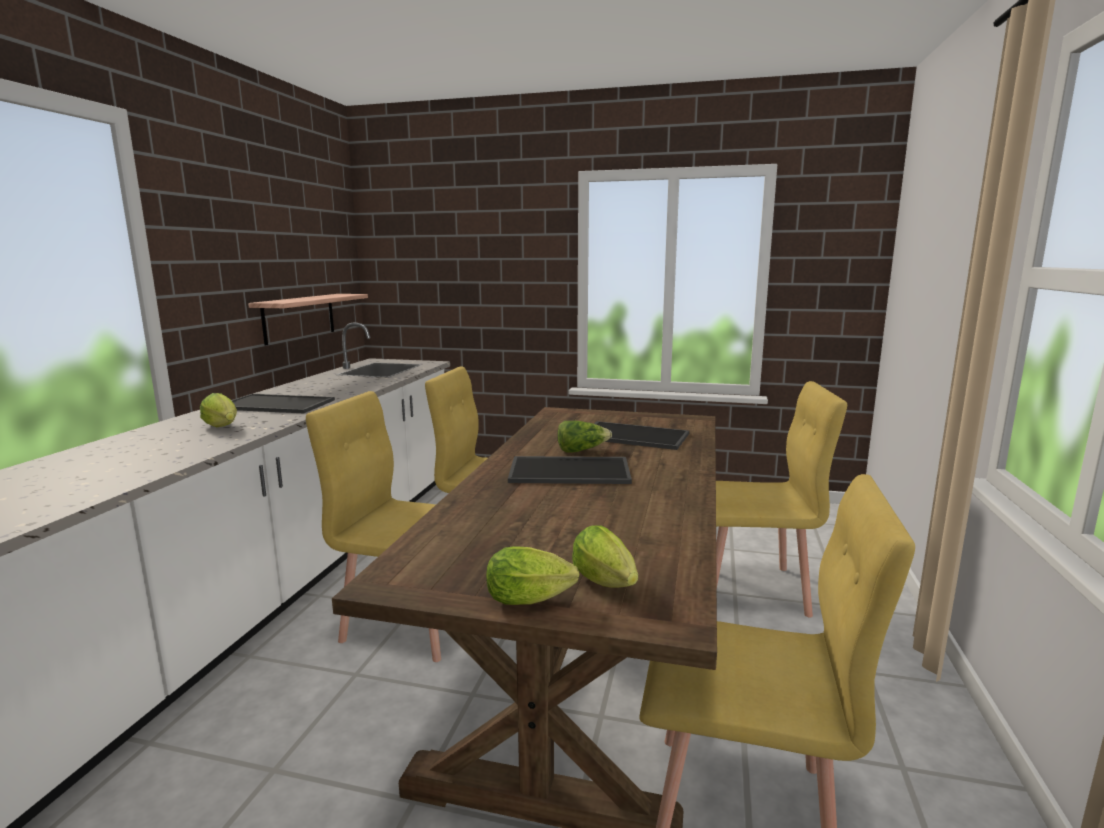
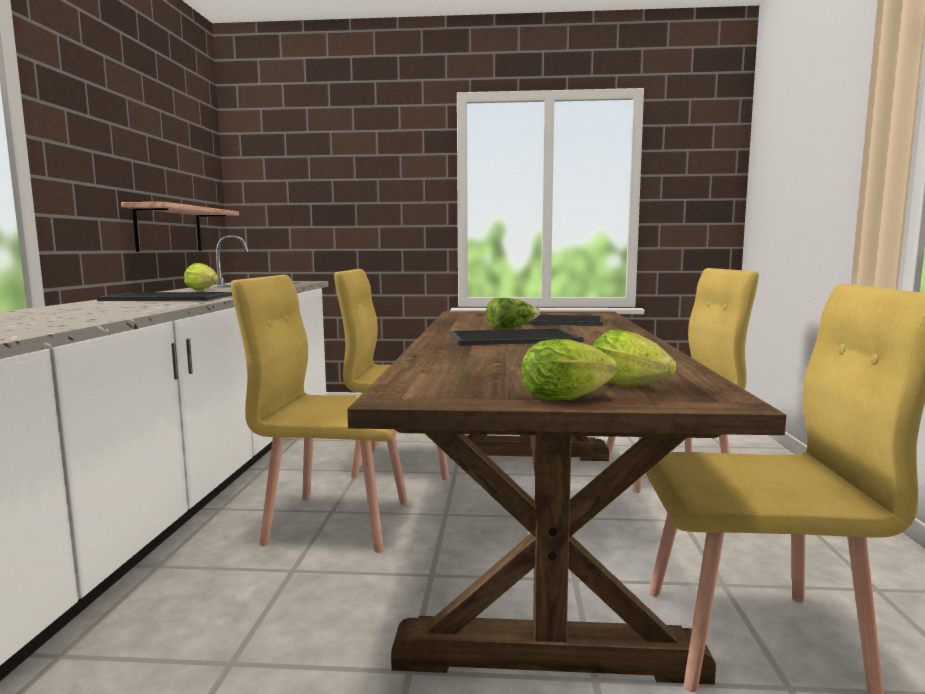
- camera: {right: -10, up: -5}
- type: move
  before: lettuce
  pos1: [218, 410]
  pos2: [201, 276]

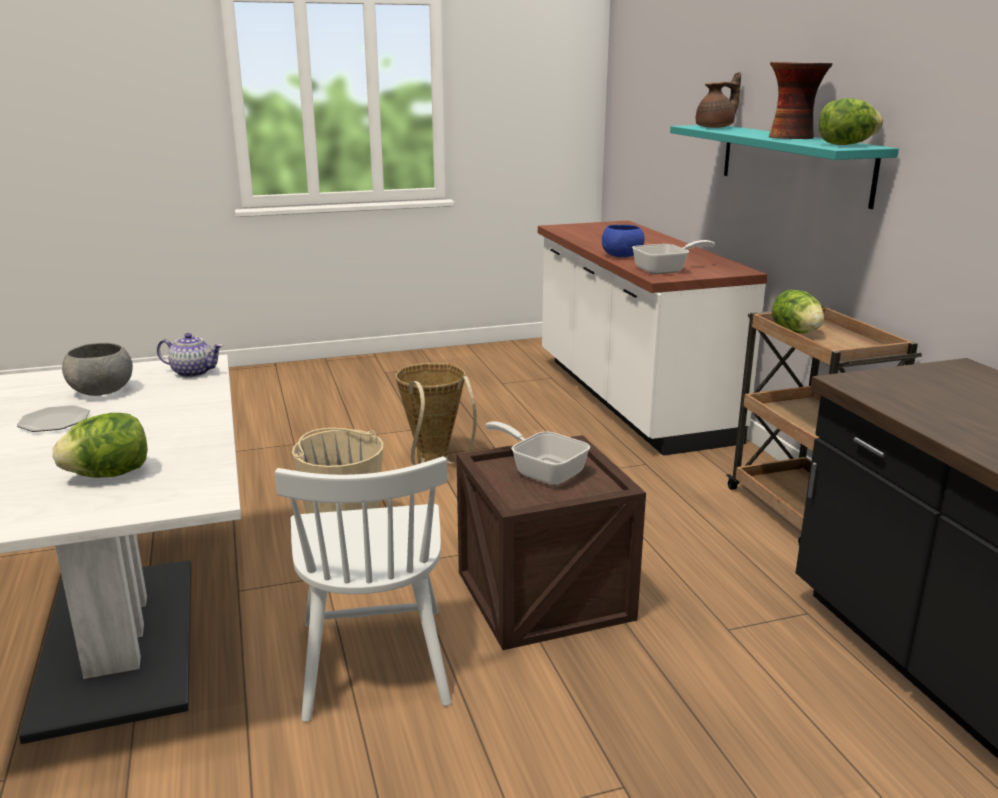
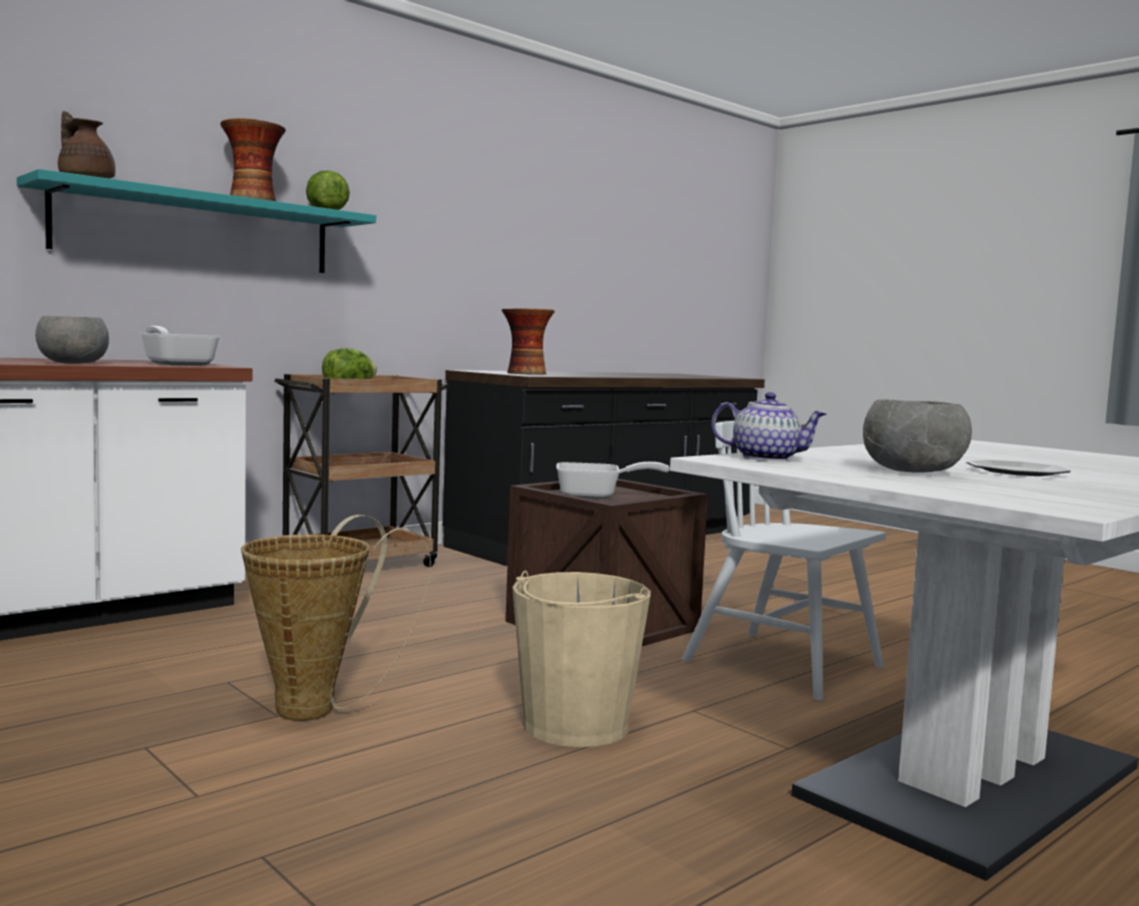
- camera: {right: -115, up: -15}
- type: recolor
  before: blue bowl
  after: greyish bowl
  pos1: [623, 241]
  pos2: [72, 340]
- type: rotate
  before: teapot
  pos1: [190, 355]
  pos2: [769, 426]
  turn: 120
- type: delete
  before: lettuce
  pos1: [100, 445]
- type: rotate
  before: skillet
  pos1: [537, 453]
  pos2: [613, 480]
  turn: -105
- type: rotate
  before: white plain chair
  pos1: [363, 589]
  pos2: [784, 561]
  turn: -105
- type: insert
  after: decorative vase
  pos2: [528, 341]

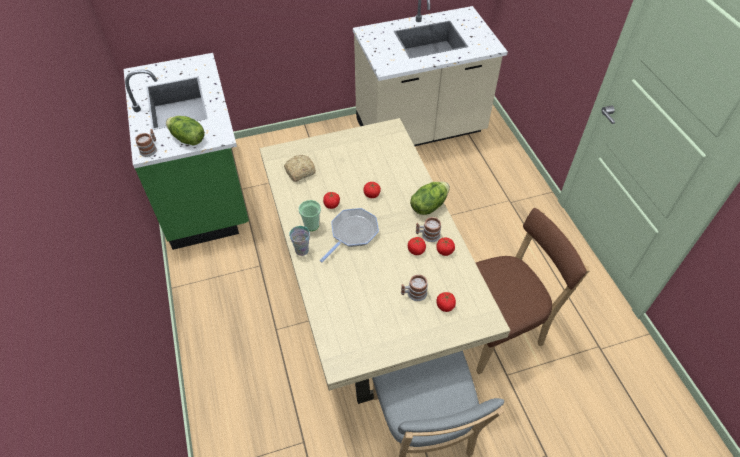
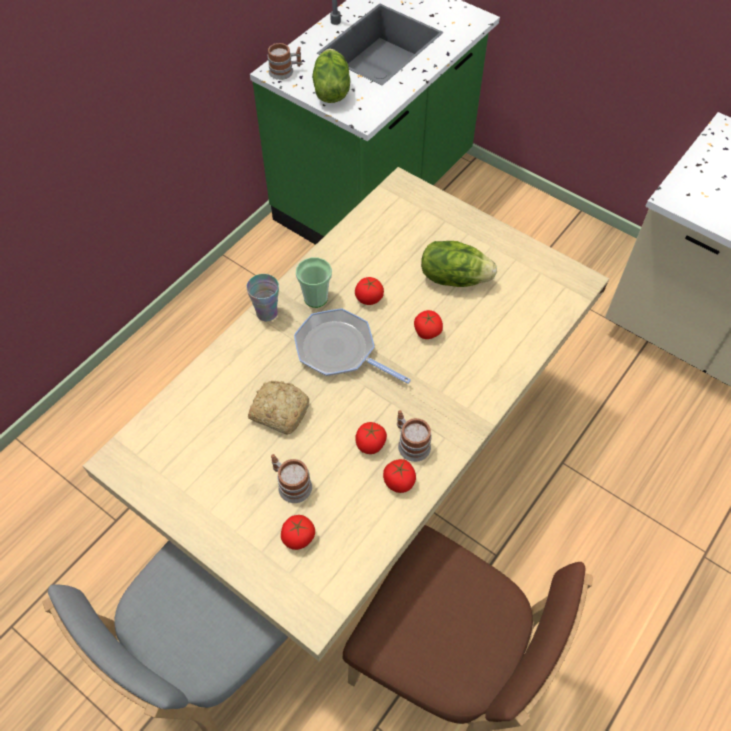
- camera: {right: 55, up: 5}
- type: move
  before: bread
  pos1: [300, 168]
  pos2: [278, 408]
- type: move
  before: lettuce
  pos1: [430, 198]
  pos2: [459, 264]
- type: rotate
  before: skillet
  pos1: [349, 235]
  pos2: [352, 346]
  turn: -150

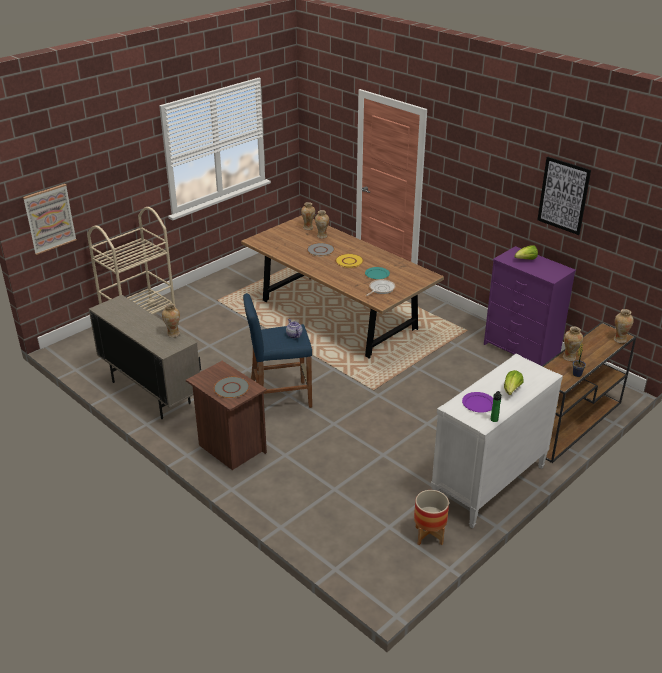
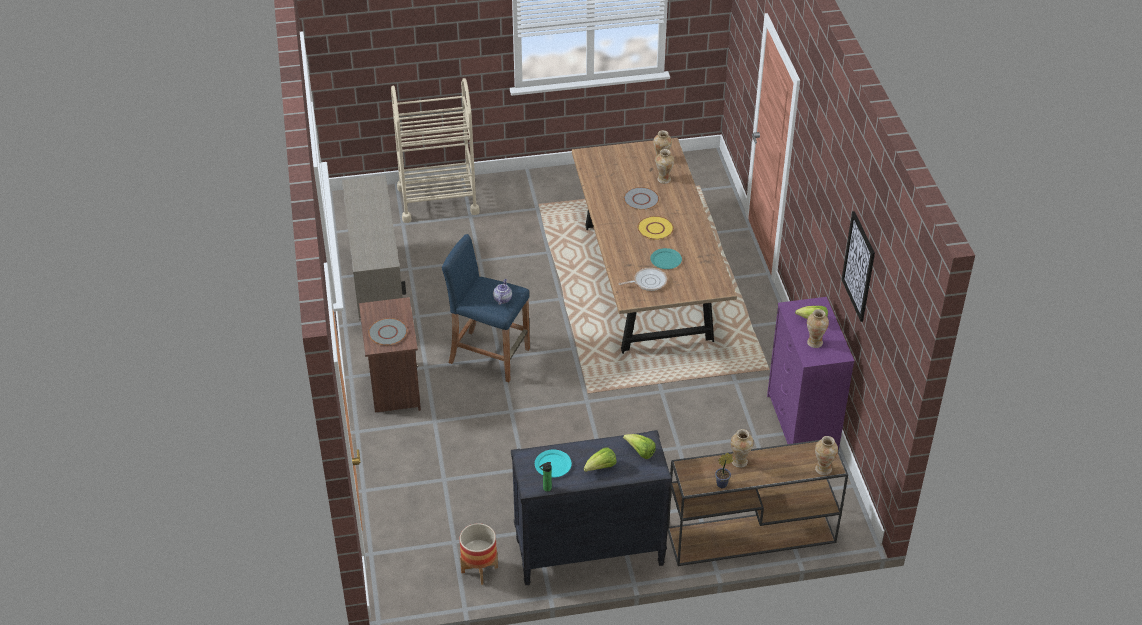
- camera: {right: 35, up: 10}
- type: delete
  before: picture
  pos1: [50, 219]
- type: move
  before: decorative vase
  pos1: [171, 321]
  pos2: [818, 328]
- type: recolor
  before: white dresser
  after: black dresser
  pos1: [497, 441]
  pos2: [591, 507]
- type: recolor
  before: purple-coloured flat dish
  after: turquoise-coloured flat dish
  pos1: [477, 402]
  pos2: [553, 464]
- type: insert
  after: lettuce
  pos2: [639, 446]

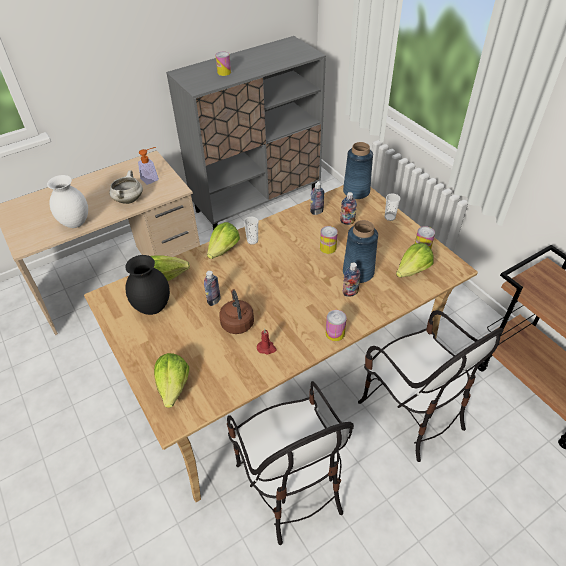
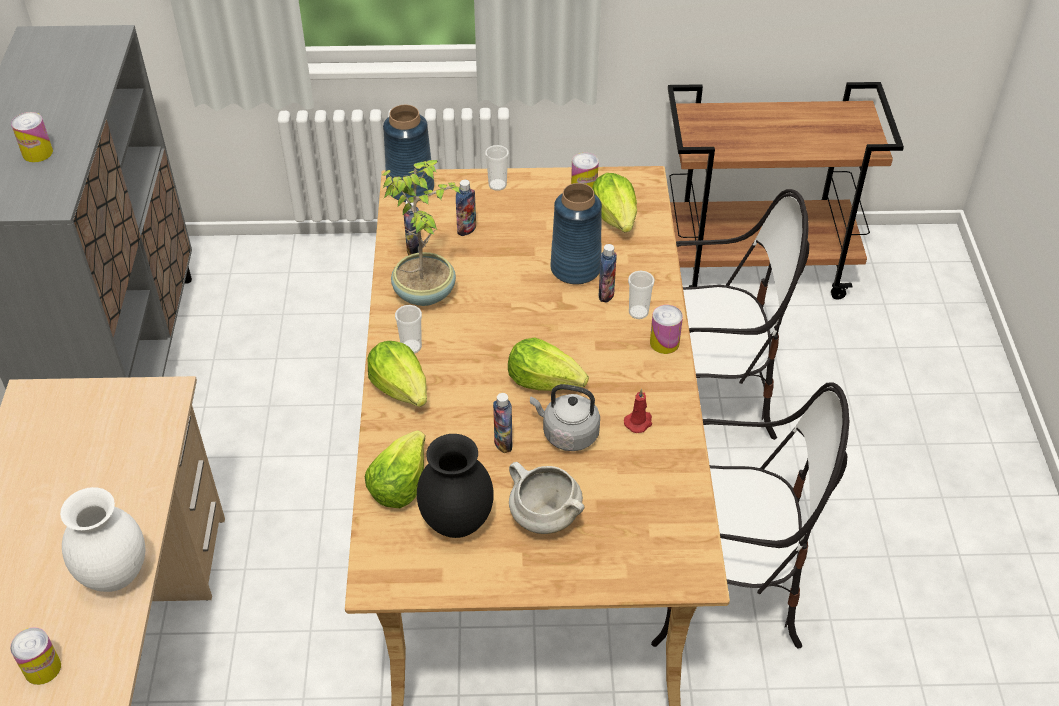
- camera: {right: -60, up: 0}
- type: delete
  before: soap dispenser
  pos1: [148, 166]
- type: move
  before: white cooking pot
  pos1: [126, 187]
  pos2: [546, 498]
- type: move
  before: sealed can
  pos1: [329, 240]
  pos2: [35, 656]
- type: recolor
  before: brown-coloured tea kettle
  after: greyish tea kettle
  pos1: [236, 311]
  pos2: [565, 417]
- type: move
  before: lettuce
  pos1: [171, 380]
  pos2: [548, 364]
- type: insert
  after: potted plant
  pos2: [422, 233]
- type: insert
  after: small cup
  pos2: [641, 295]

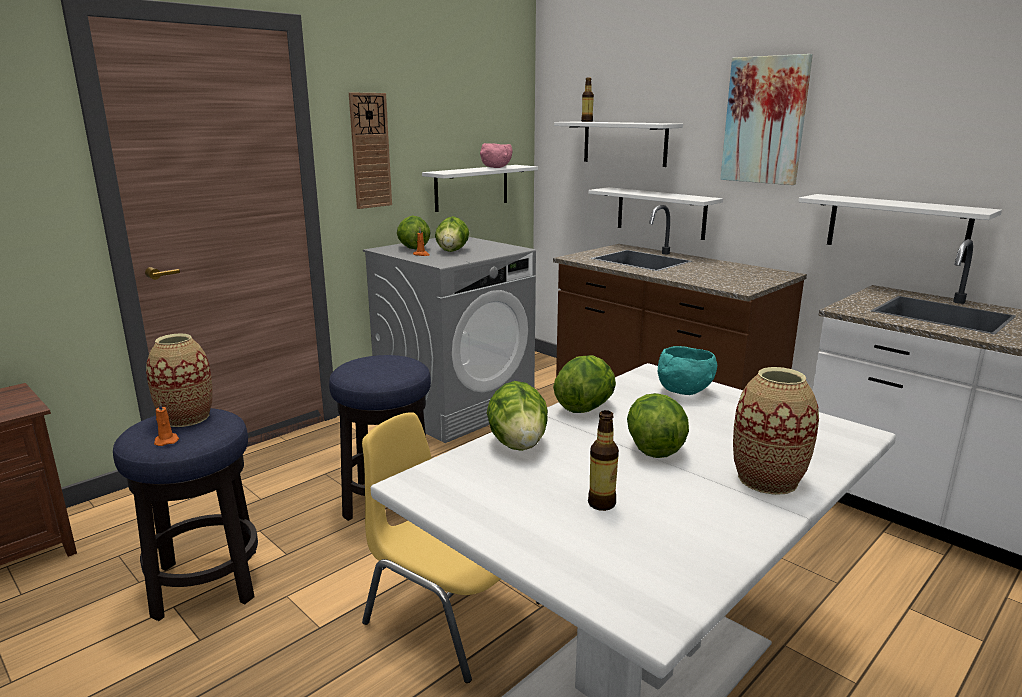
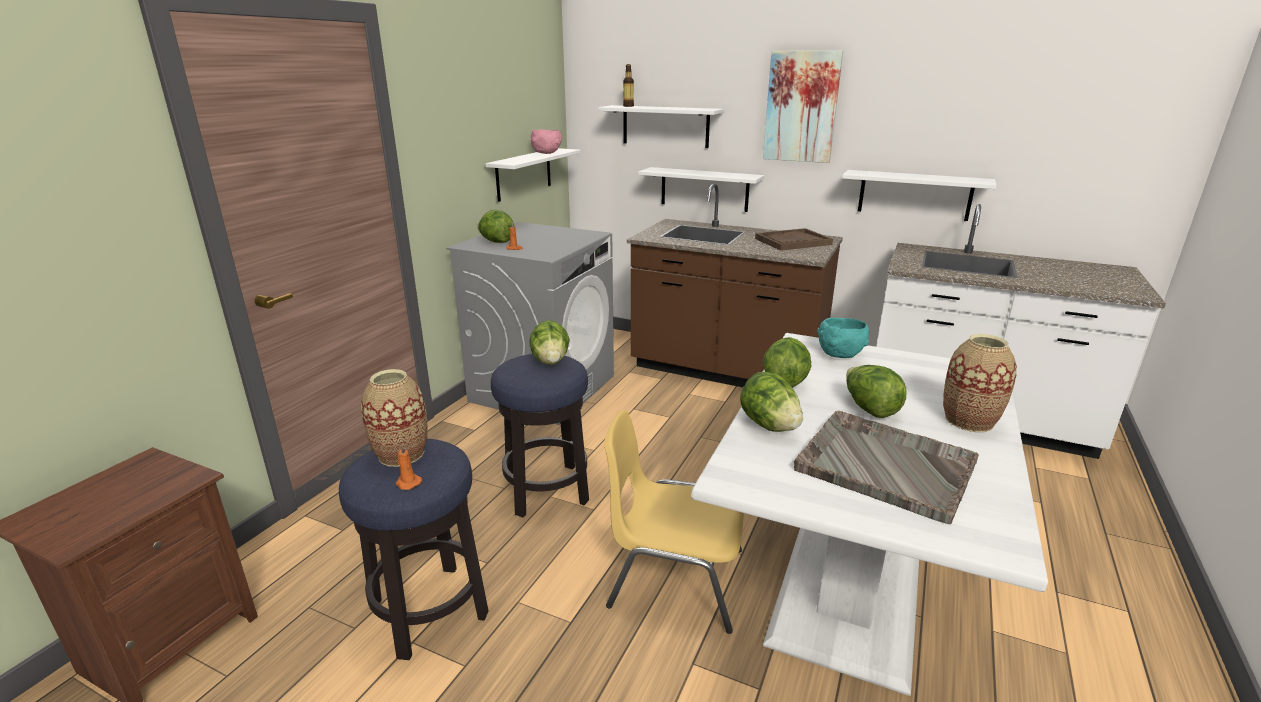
- camera: {right: -20, up: 5}
- type: delete
  before: clock on the wall
  pos1: [370, 150]
- type: move
  before: lettuce
  pos1: [452, 234]
  pos2: [549, 342]
- type: replace
  before: beverage bottle
  after: greyish serving tray
  pos1: [603, 460]
  pos2: [886, 467]
- type: insert
  after: brown-coloured serving tray
  pos2: [794, 239]

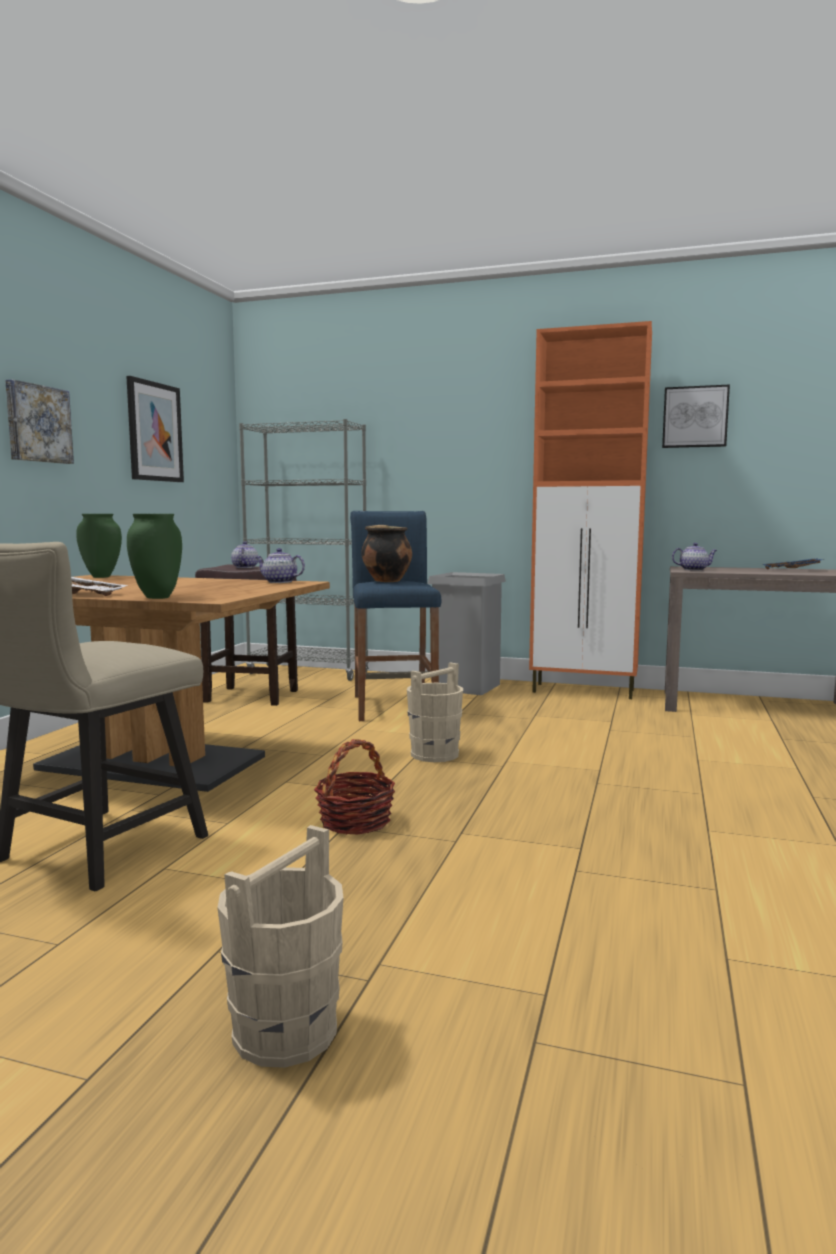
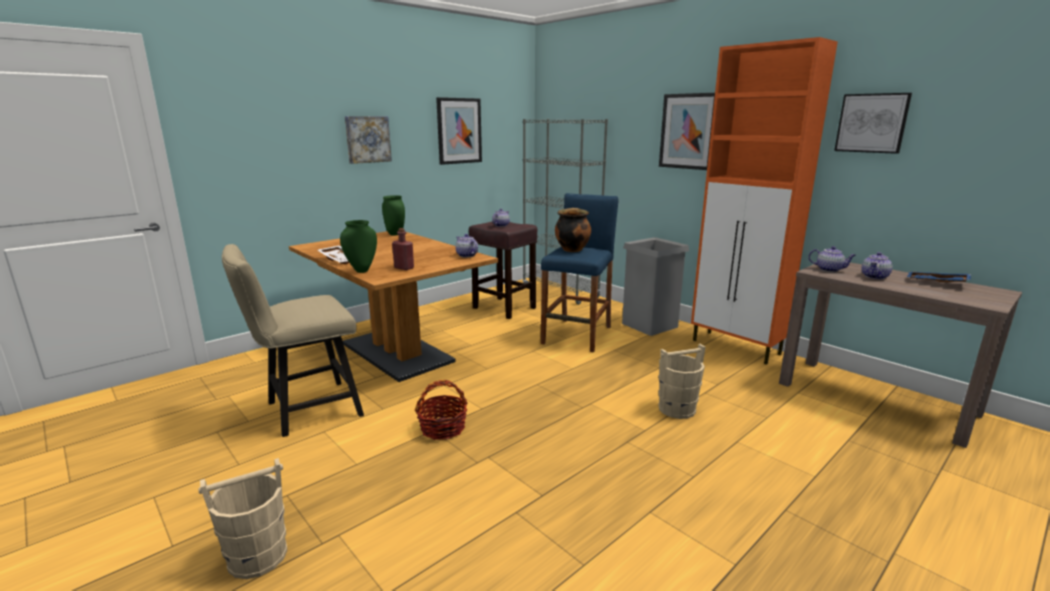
- camera: {right: 30, up: 10}
- type: move
  before: beige bucket
  pos1: [435, 712]
  pos2: [682, 381]
- type: insert
  after: picture
  pos2: [687, 131]
- type: insert
  after: red-coloured beverage bottle
  pos2: [403, 249]
- type: insert
  after: teapot
  pos2: [877, 265]

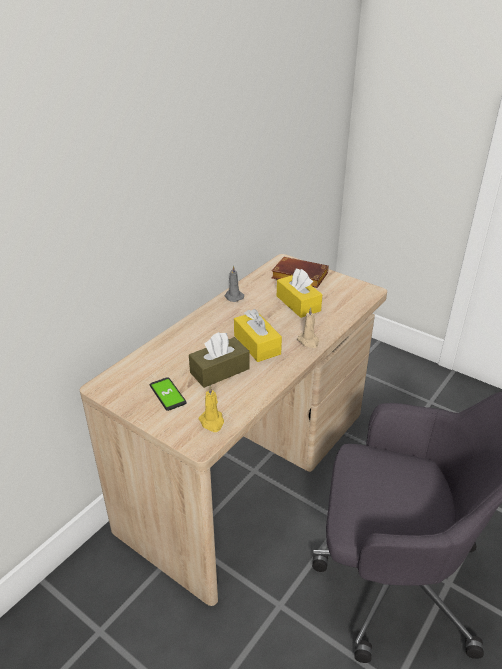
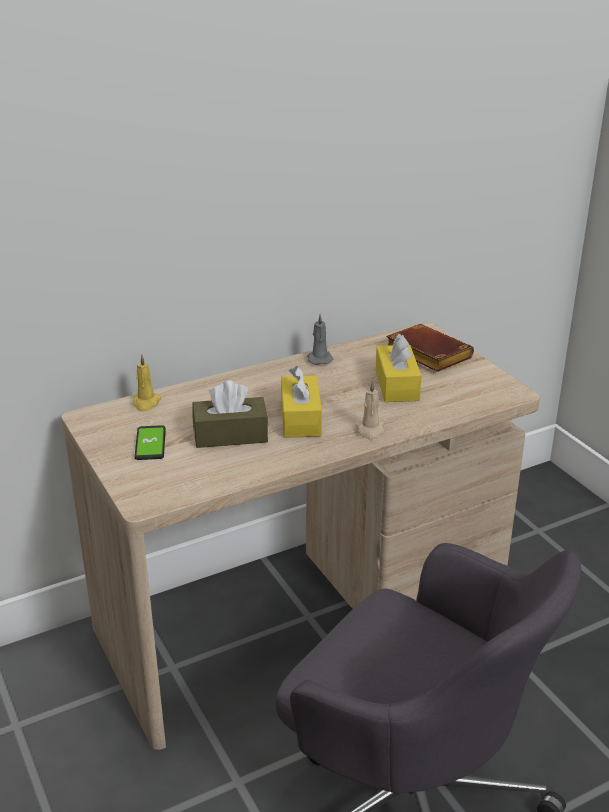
- camera: {right: 25, up: -5}
- type: move
  before: yellow-coloured candle
  pos1: [211, 409]
  pos2: [146, 383]

